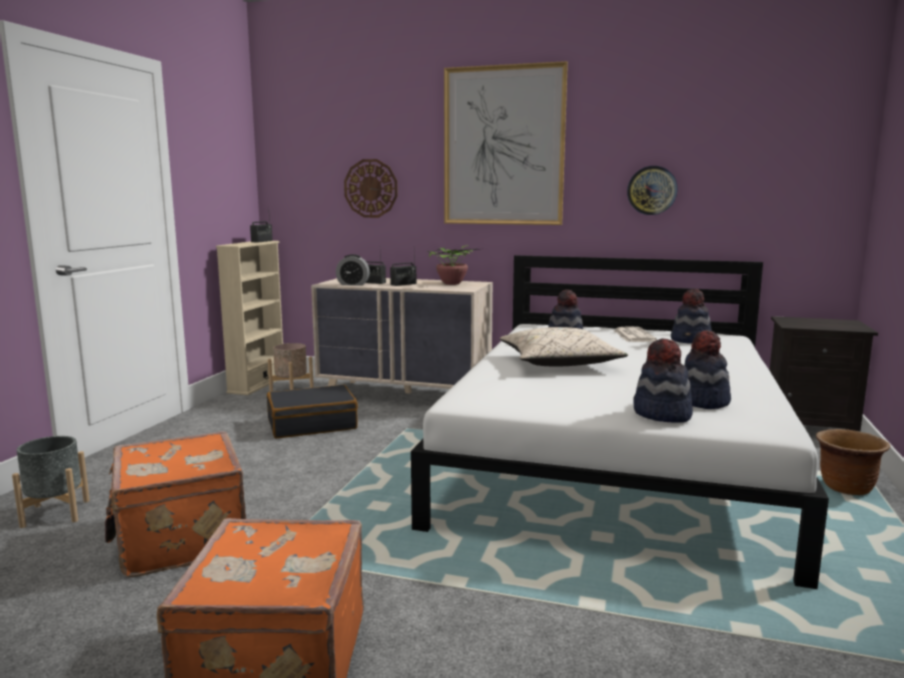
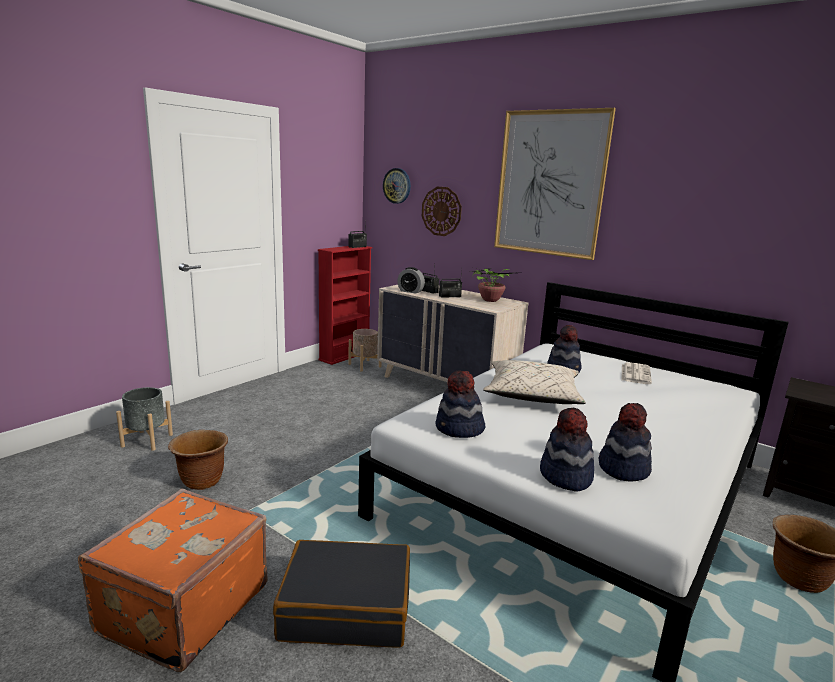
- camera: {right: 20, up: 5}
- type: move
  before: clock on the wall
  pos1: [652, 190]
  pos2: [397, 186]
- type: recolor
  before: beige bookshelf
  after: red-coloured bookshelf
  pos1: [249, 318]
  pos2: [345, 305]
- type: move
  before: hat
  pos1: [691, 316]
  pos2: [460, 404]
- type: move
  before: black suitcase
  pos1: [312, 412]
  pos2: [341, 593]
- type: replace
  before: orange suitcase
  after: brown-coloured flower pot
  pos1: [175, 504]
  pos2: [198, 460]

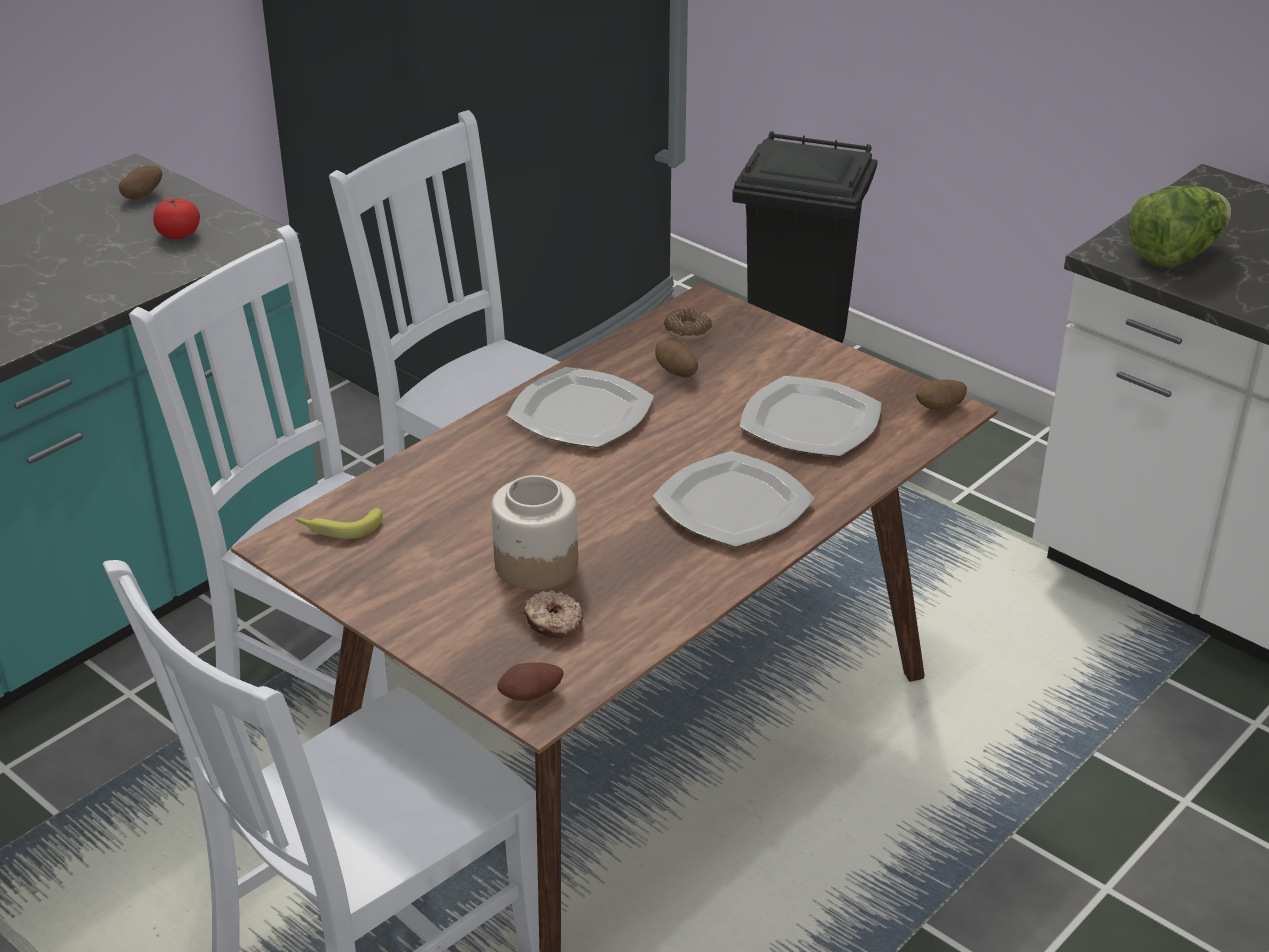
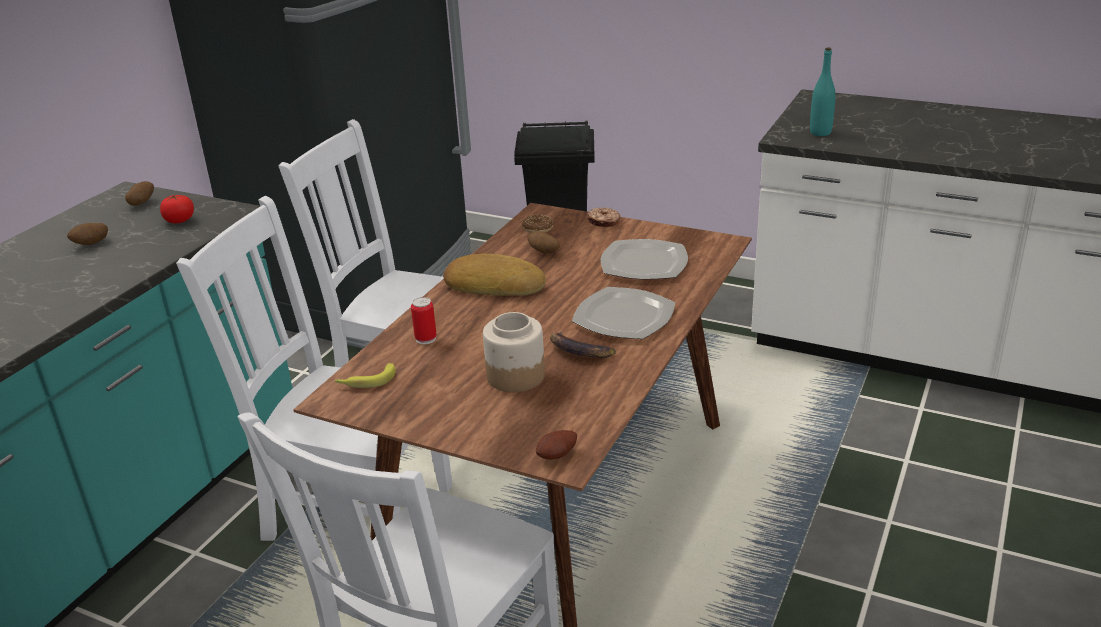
- camera: {right: -15, up: -5}
- type: replace
  before: lettuce
  after: turquoise-coloured beverage bottle
  pos1: [1180, 226]
  pos2: [823, 91]
- type: replace
  before: flat dish
  after: bread
  pos1: [580, 407]
  pos2: [494, 275]
- type: move
  before: spud
  pos1: [941, 395]
  pos2: [87, 234]
- type: move
  before: ring doughnut
  pos1: [553, 615]
  pos2: [603, 217]
- type: insert
  after: sealed can
  pos2: [424, 320]
- type: insert
  after: whole banana
  pos2: [583, 345]

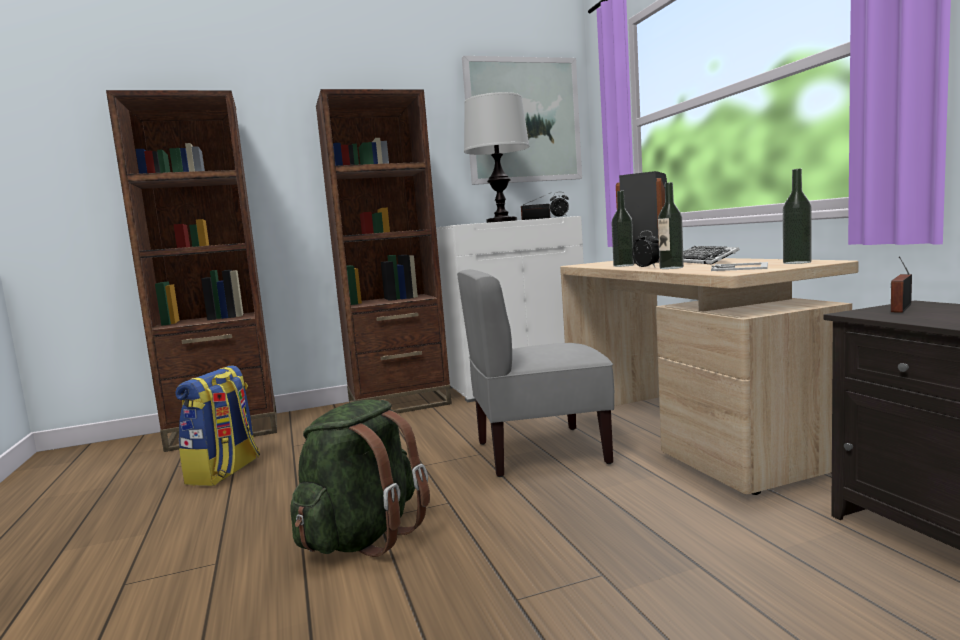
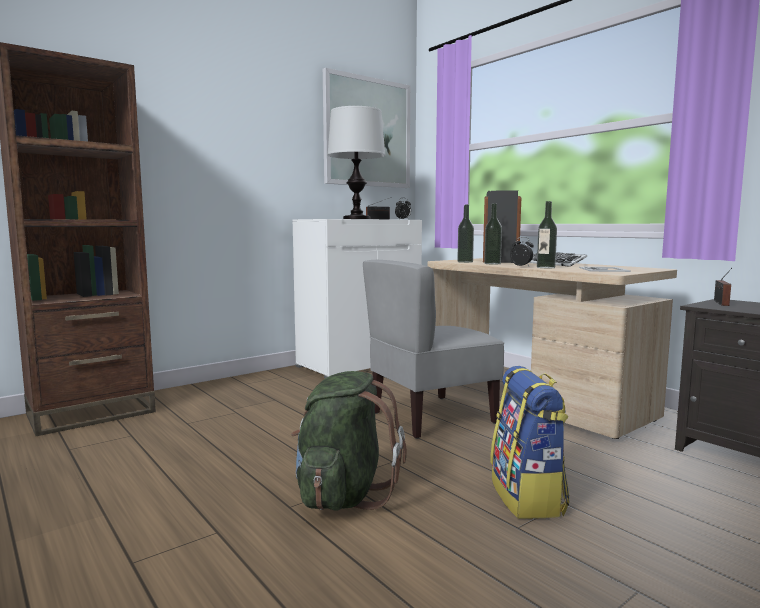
- camera: {right: -20, up: 0}
- type: delete
  before: brown-coloured bookshelf
  pos1: [384, 251]
- type: move
  before: beverage bottle
  pos1: [797, 216]
  pos2: [465, 233]
- type: move
  before: rucksack
  pos1: [217, 425]
  pos2: [530, 442]

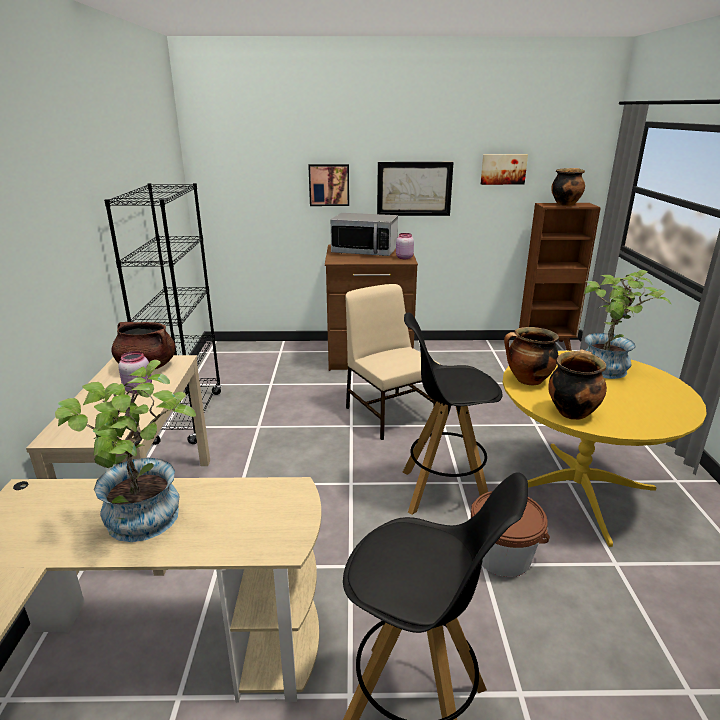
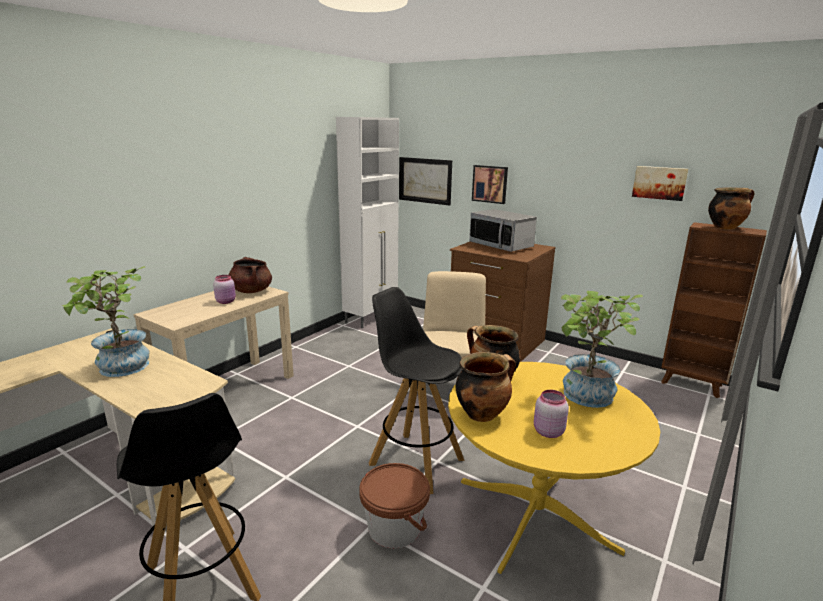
- camera: {right: 35, up: -5}
- type: move
  before: picture
  pos1: [415, 189]
  pos2: [425, 181]
- type: delete
  before: black bookshelf
  pos1: [163, 314]
- type: move
  before: pink jar
  pos1: [405, 246]
  pos2: [551, 414]
- type: insert
  after: white cabinet
  pos2: [367, 222]

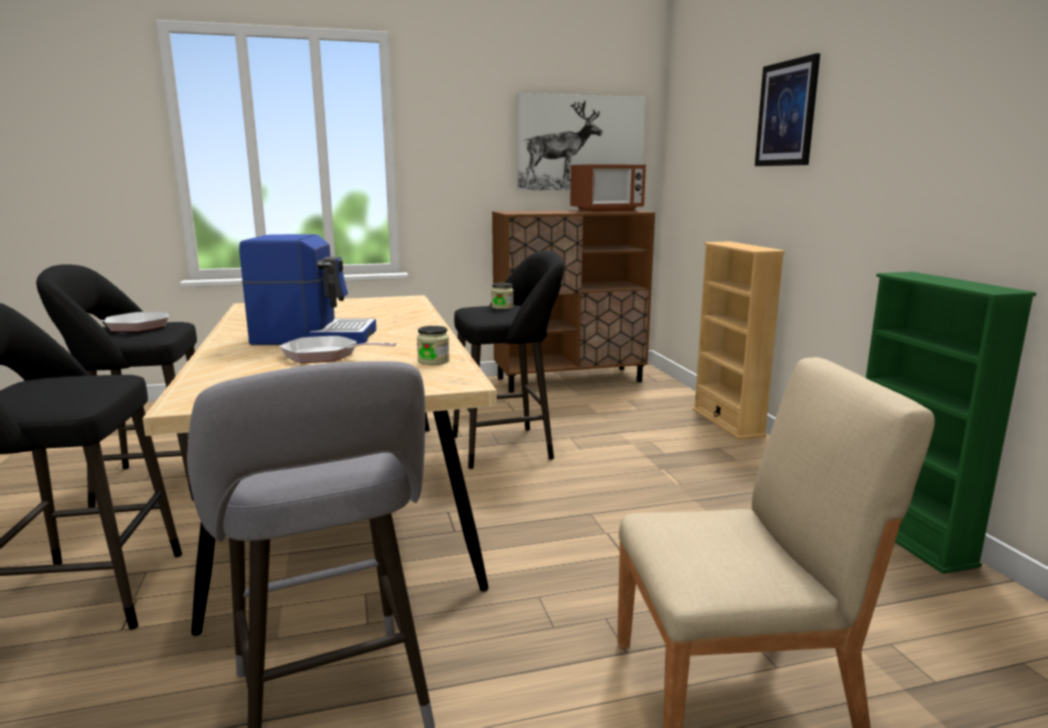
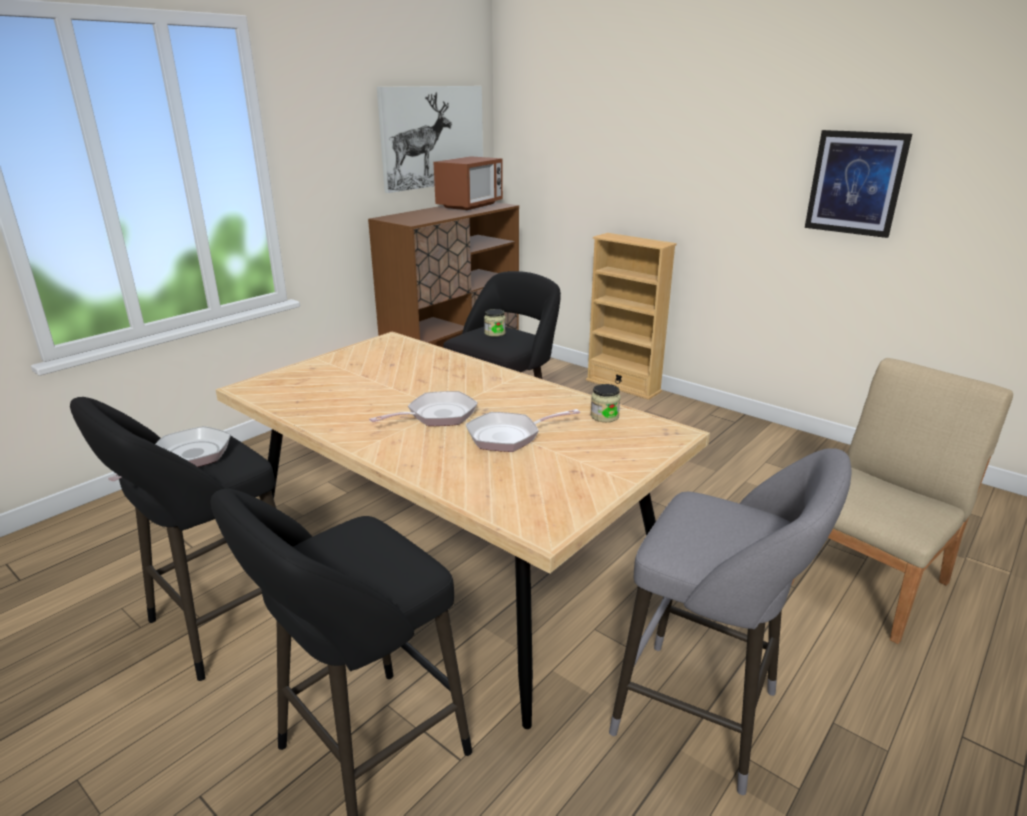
- camera: {right: -35, up: 10}
- type: move
  before: picture
  pos1: [787, 109]
  pos2: [858, 184]
- type: replace
  before: coffee maker
  after: skillet
  pos1: [307, 289]
  pos2: [423, 408]
- type: delete
  before: greenish bookshelf
  pos1: [951, 423]

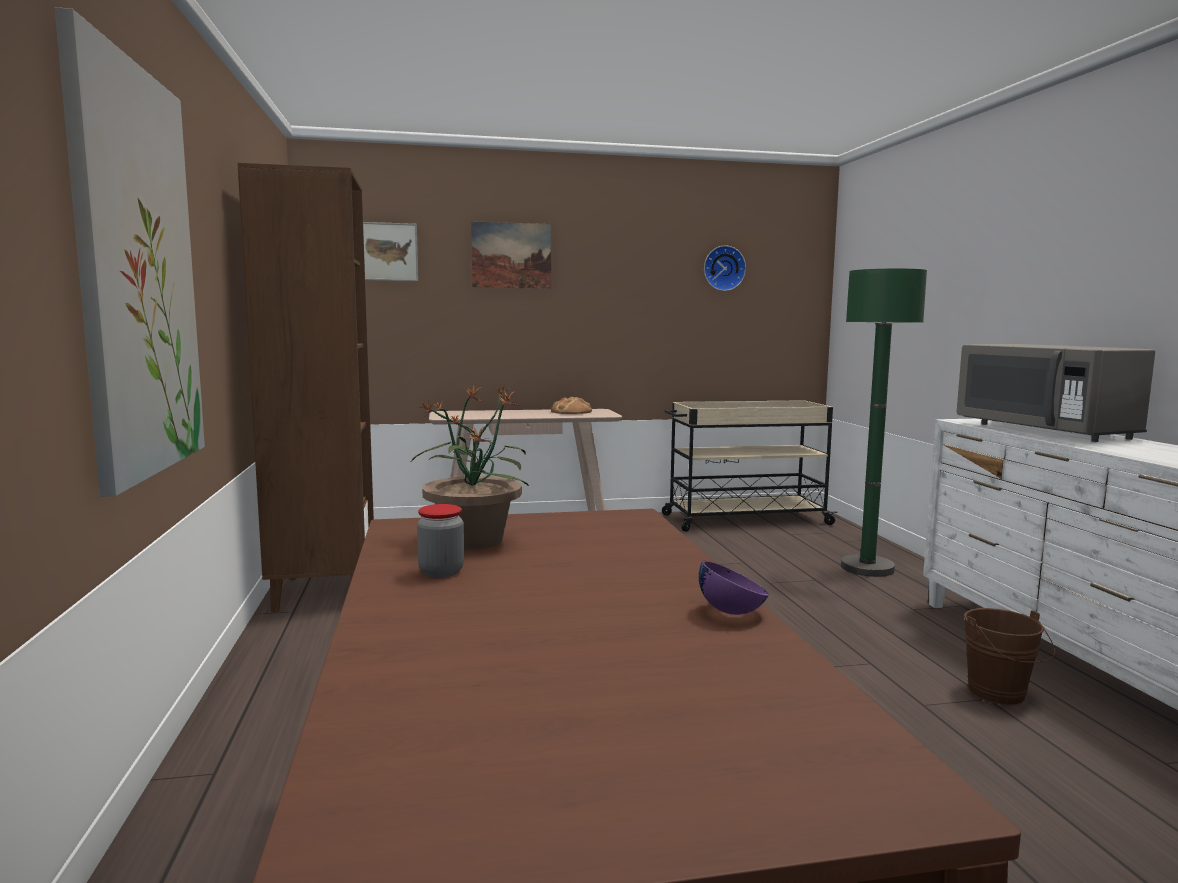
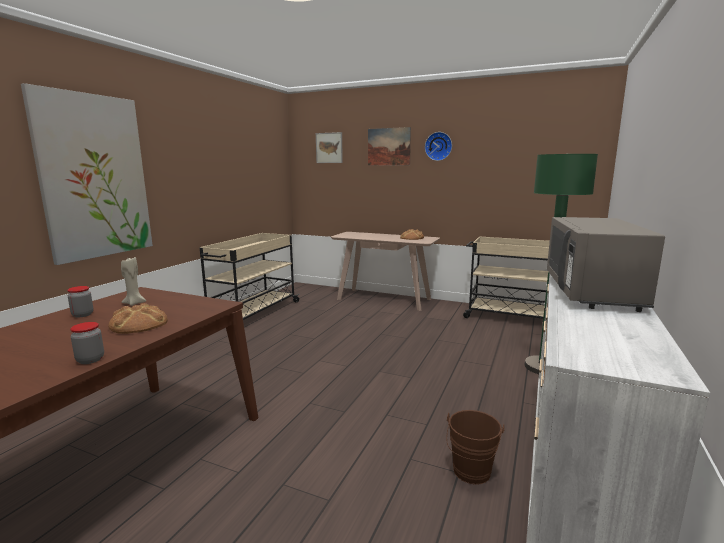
- camera: {right: 35, up: 5}
- type: replace
  before: brown-coloured bookshelf
  after: beige cart
  pos1: [305, 387]
  pos2: [250, 276]
- type: move
  before: clock on the wall
  pos1: [725, 268]
  pos2: [438, 146]
- type: replace
  before: potted plant
  after: beige candle
  pos1: [469, 466]
  pos2: [133, 281]
- type: replace
  before: purple-coloured bowl
  after: jar
  pos1: [734, 588]
  pos2: [87, 343]
- type: insert
  after: bread
  pos2: [138, 318]

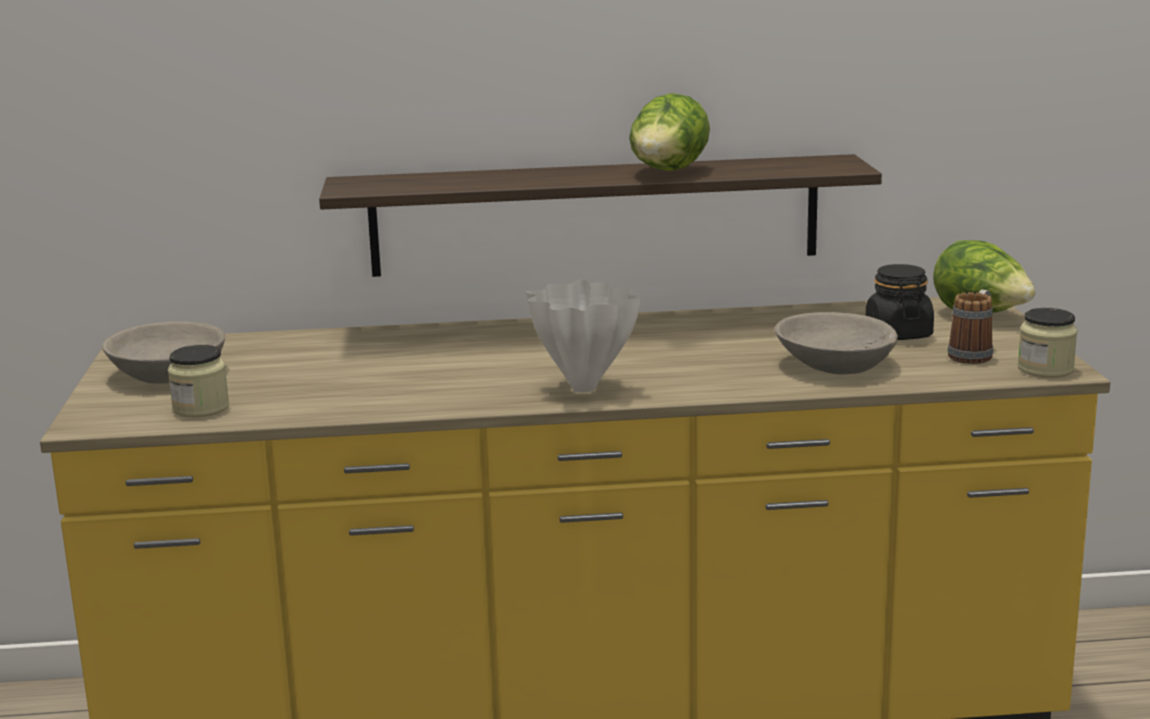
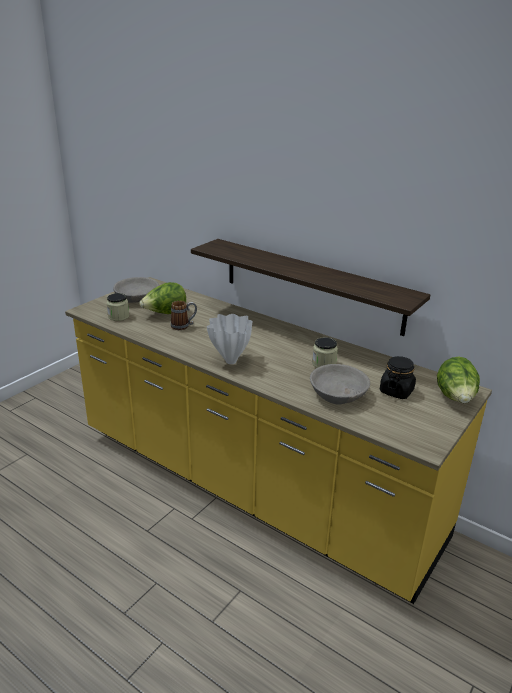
- camera: {right: 40, up: 10}
- type: move
  before: lettuce
  pos1: [669, 132]
  pos2: [162, 298]
- type: move
  before: coffee mug
  pos1: [970, 327]
  pos2: [184, 315]
- type: move
  before: jar
  pos1: [1047, 343]
  pos2: [325, 352]

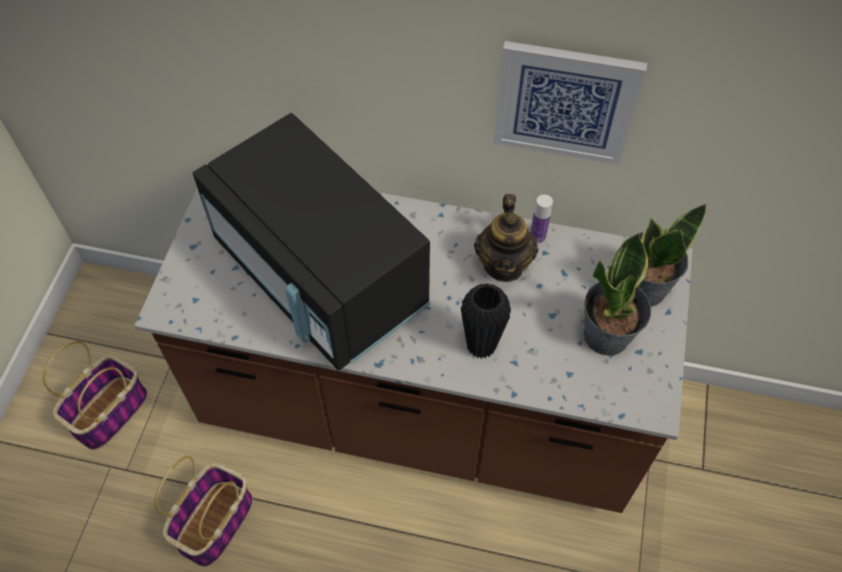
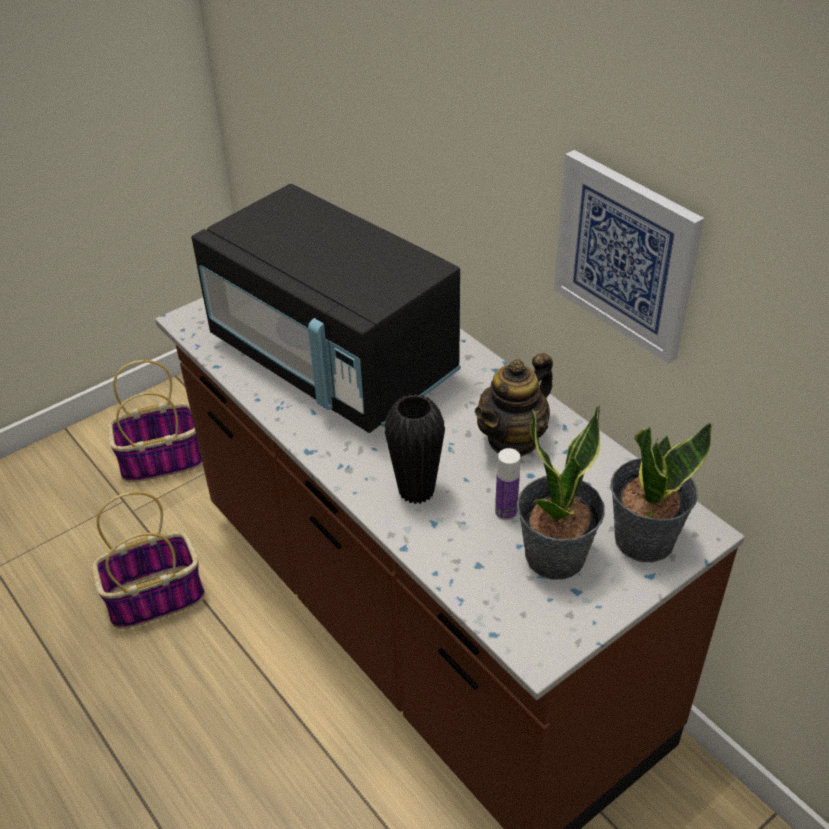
- camera: {right: 40, up: -15}
- type: rotate
  before: black microwave oven
  pos1: [311, 242]
  pos2: [326, 308]
  turn: -45
- type: move
  before: beverage bottle
  pos1: [541, 219]
  pos2: [507, 484]

